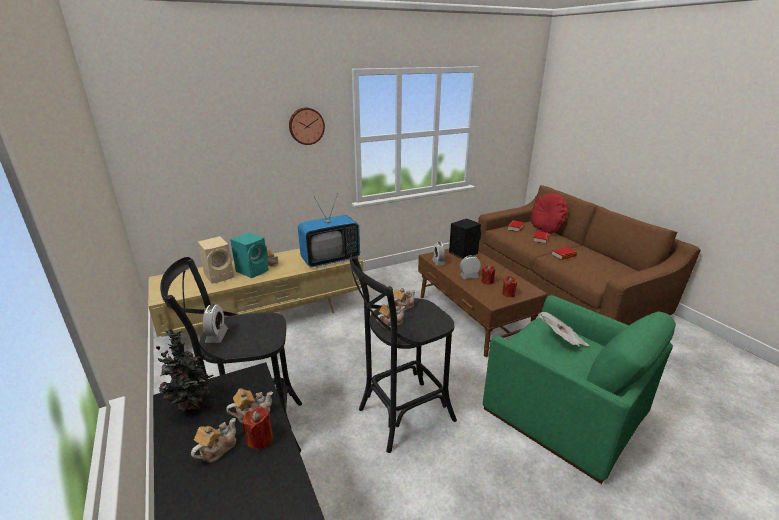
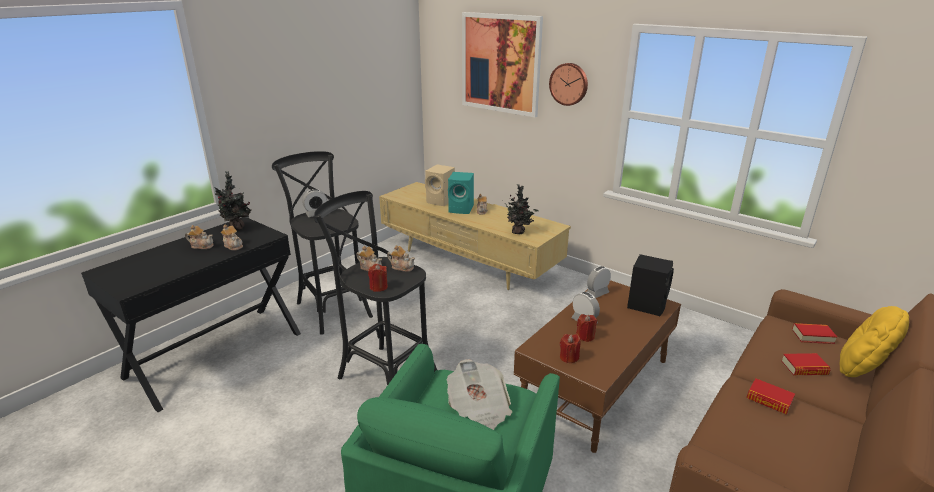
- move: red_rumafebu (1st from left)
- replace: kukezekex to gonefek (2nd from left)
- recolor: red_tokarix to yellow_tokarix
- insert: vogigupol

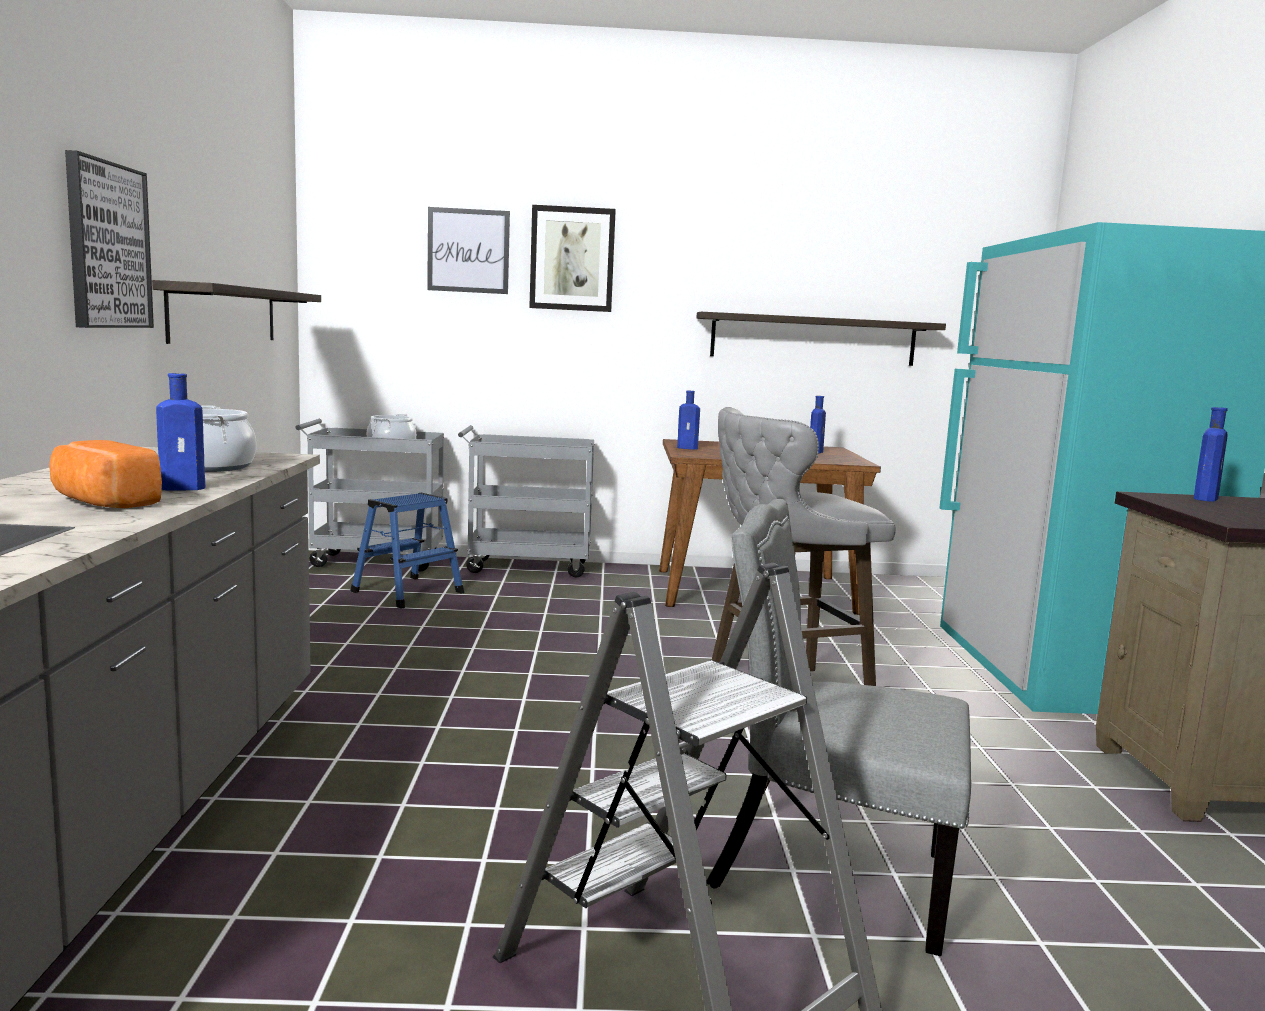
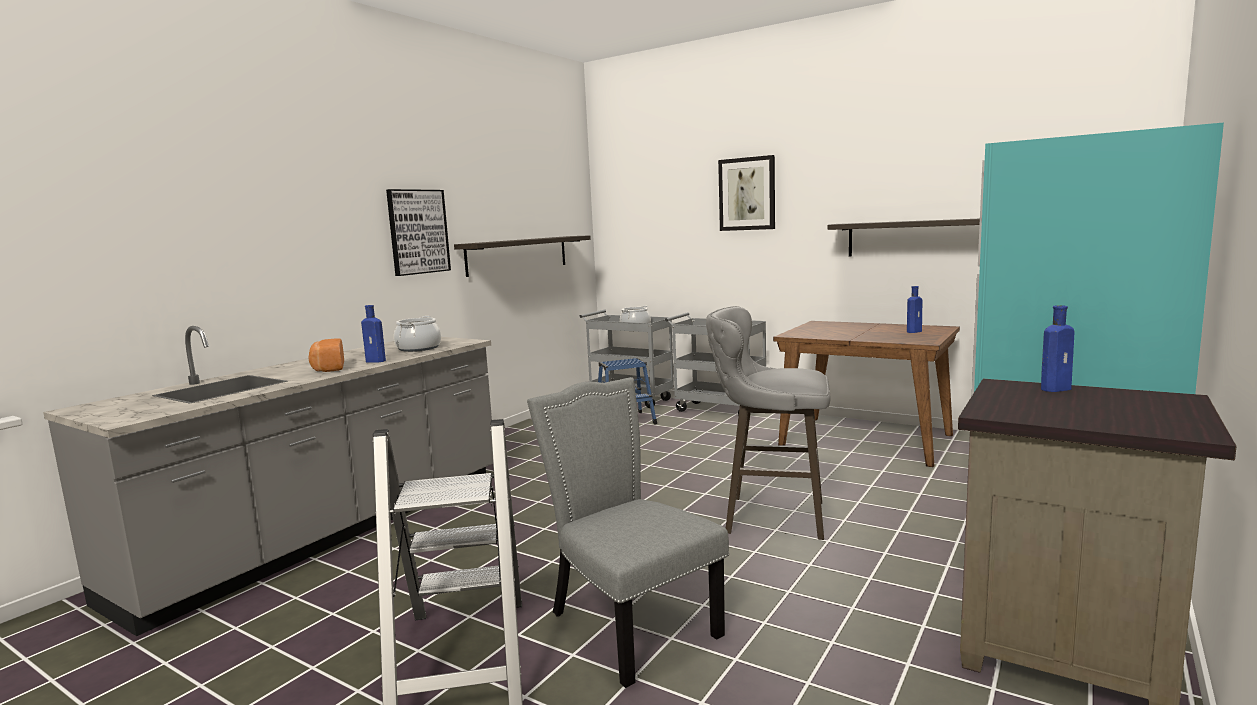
- delete: vogigupol (2nd from left)
- delete: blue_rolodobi (2nd from left)

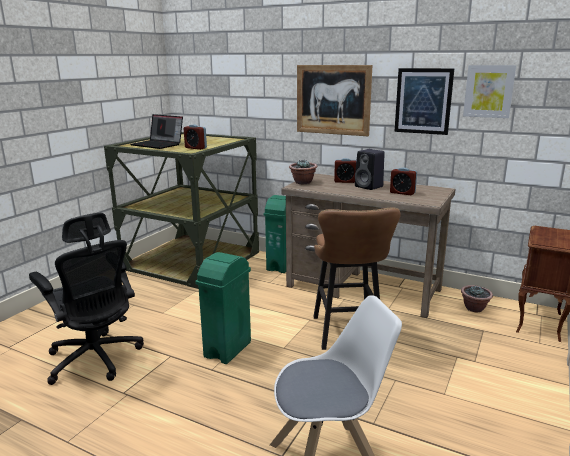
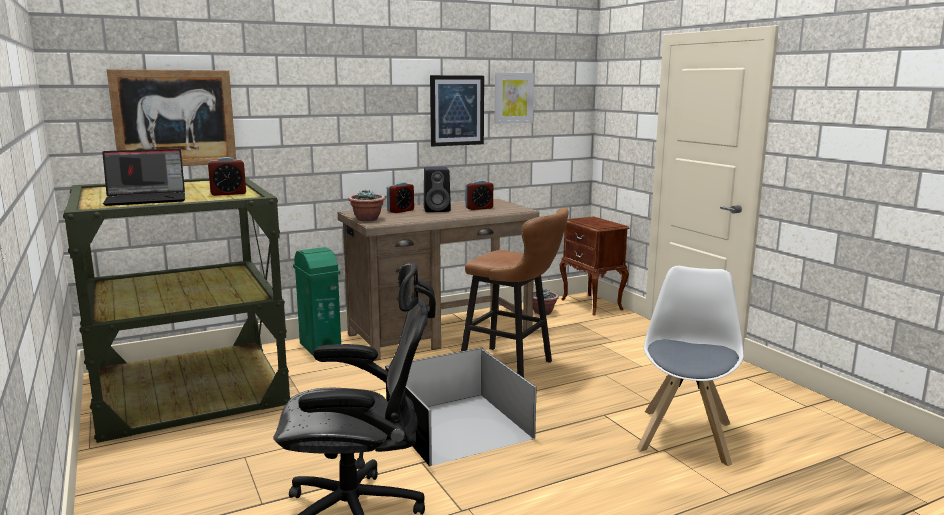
- replace: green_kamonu (1st from left) to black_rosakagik
- move: vogigupol (1st from left)

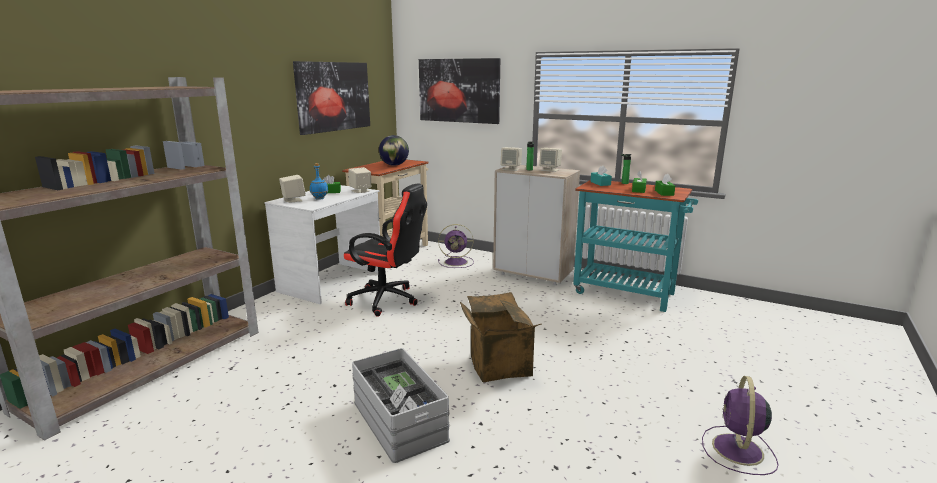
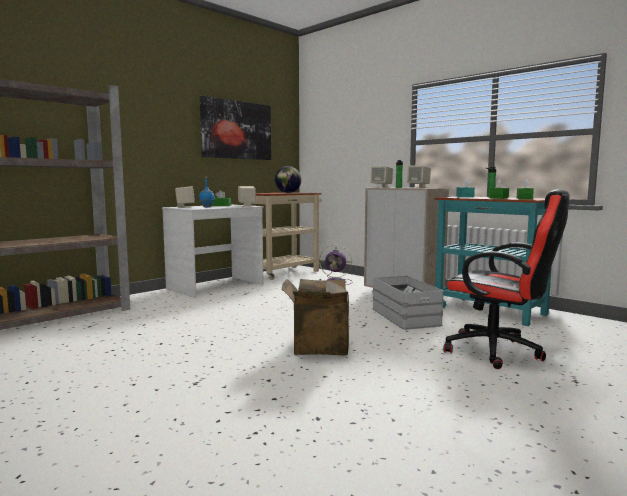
- move: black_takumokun
- move: grey_rosakagik
- delete: vogigupol (2nd from left)
- delete: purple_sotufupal (2nd from left)

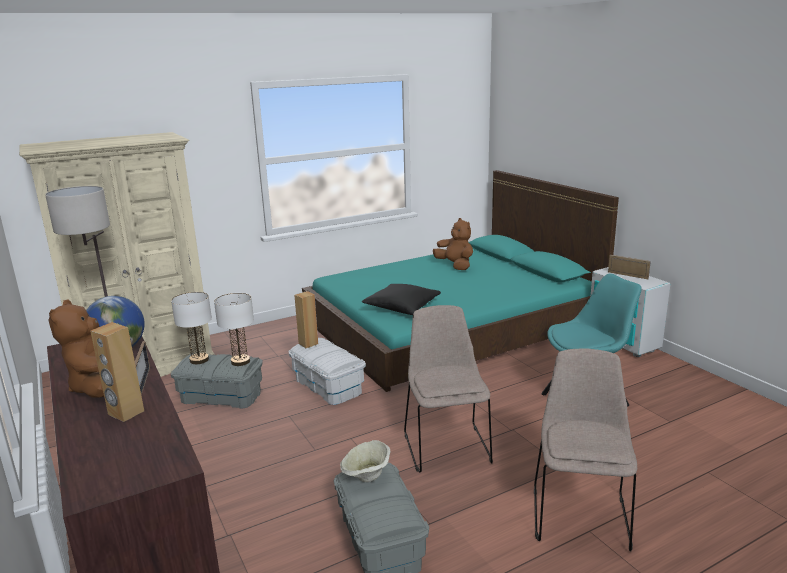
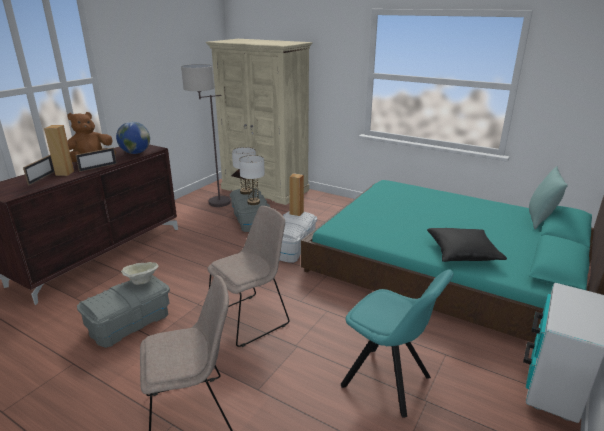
- move: black_tokarix
- delete: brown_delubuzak (2nd from left)
- move: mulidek (2nd from left in the first image) to mulidek (1st from left)
- insert: turquoise_tokarix

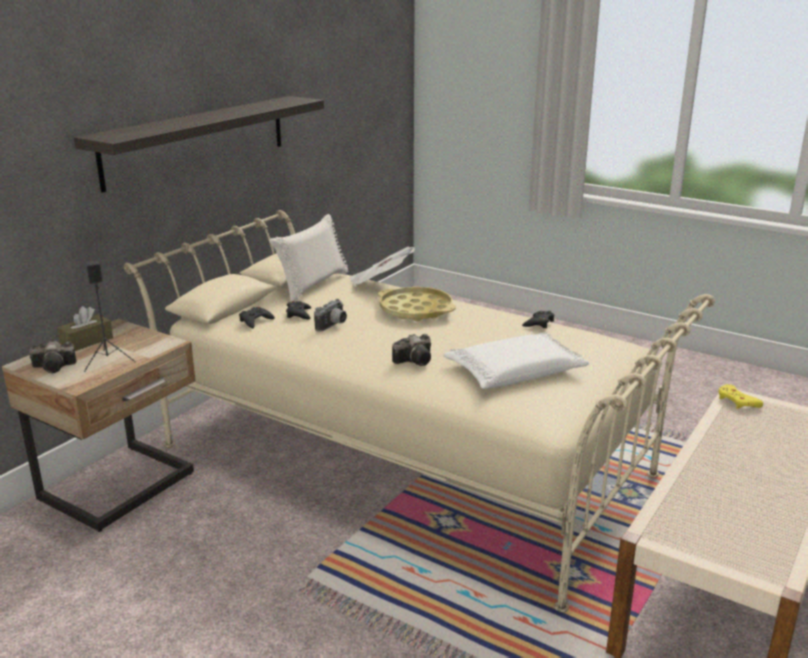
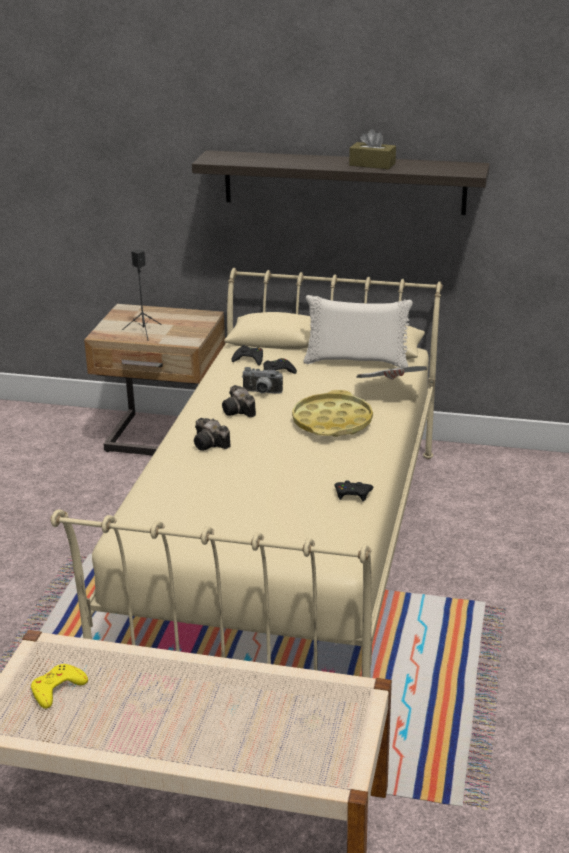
- move: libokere (1st from left in the first image) to libokere (2nd from left)
- move: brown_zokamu
- delete: white_tokarix (2nd from left)
- move: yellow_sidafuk

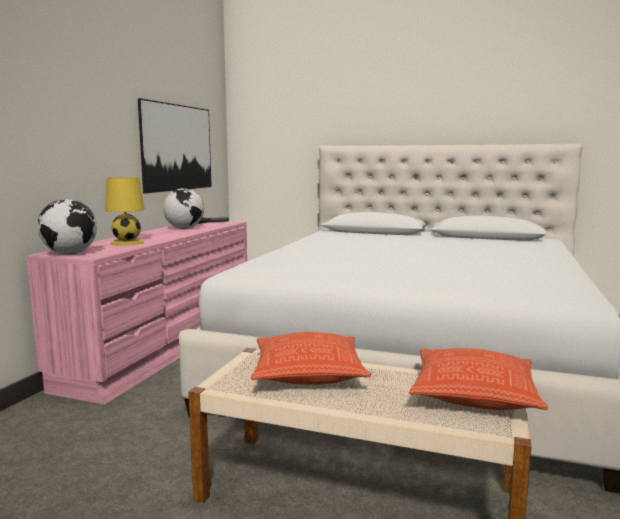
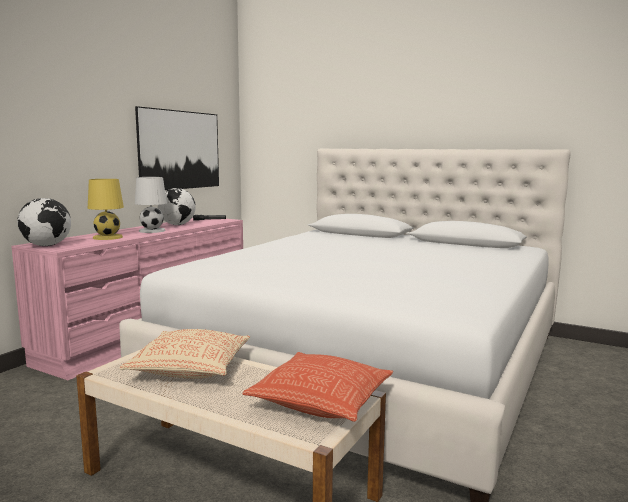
- recolor: orange_tokarix (1st from left) to beige_tokarix
- insert: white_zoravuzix

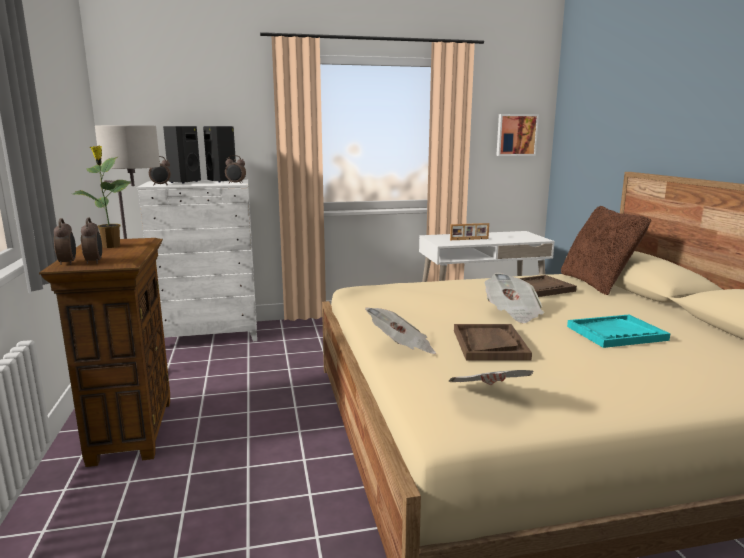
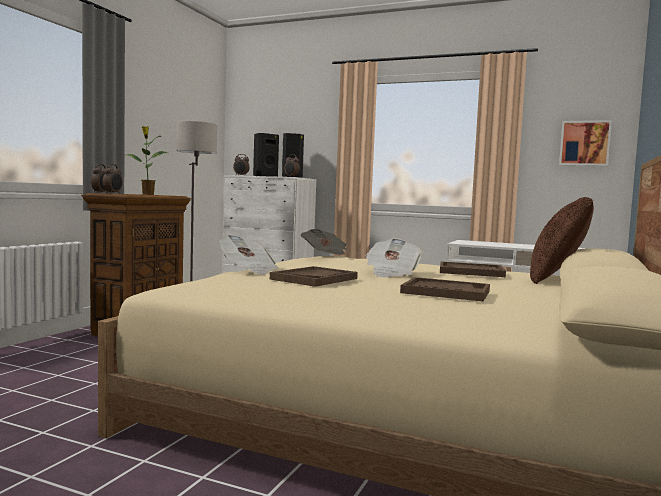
- move: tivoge (2nd from left)
- delete: mulidek
- recolor: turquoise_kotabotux to brown_kotabotux (2nd from left)

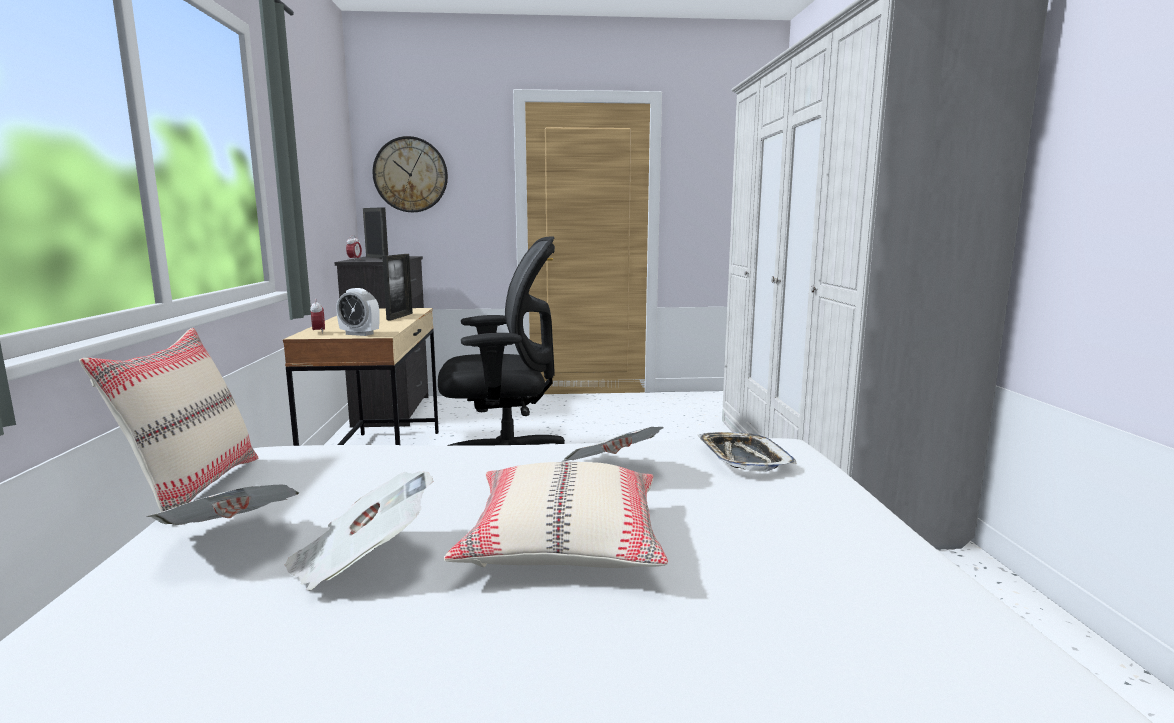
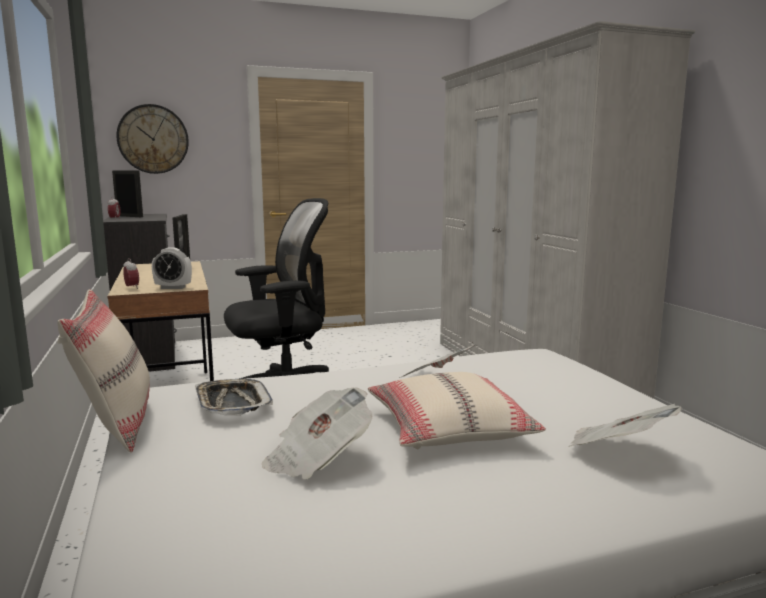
- move: tivoge (1st from left in the first image) to tivoge (3rd from left)
- move: kotabotux

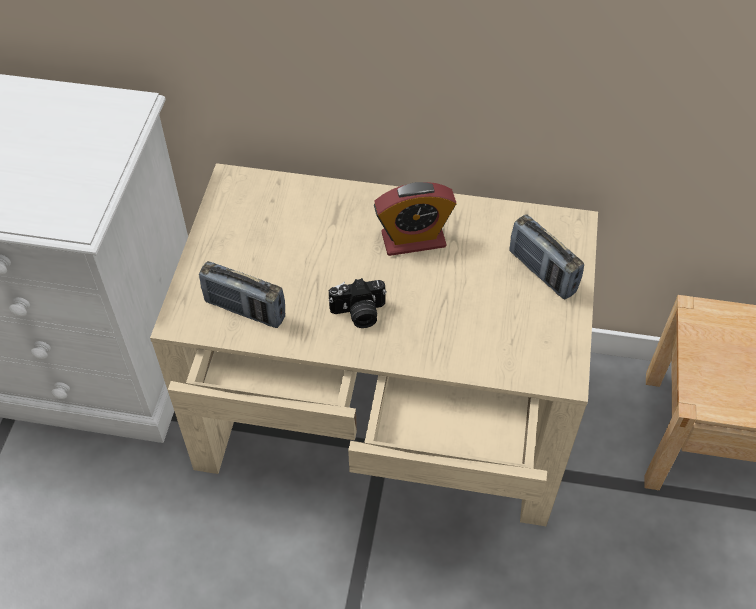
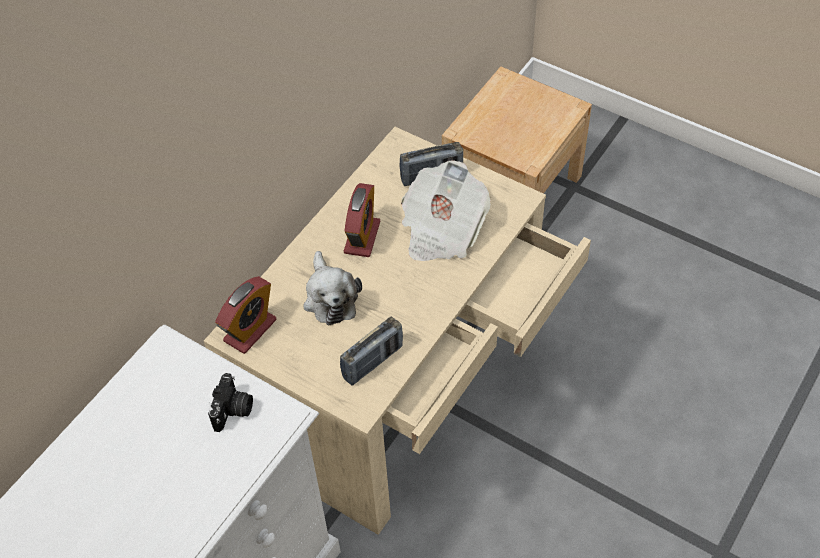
- move: libokere
- insert: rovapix (1st from left)
- insert: delubuzak
- insert: tivoge

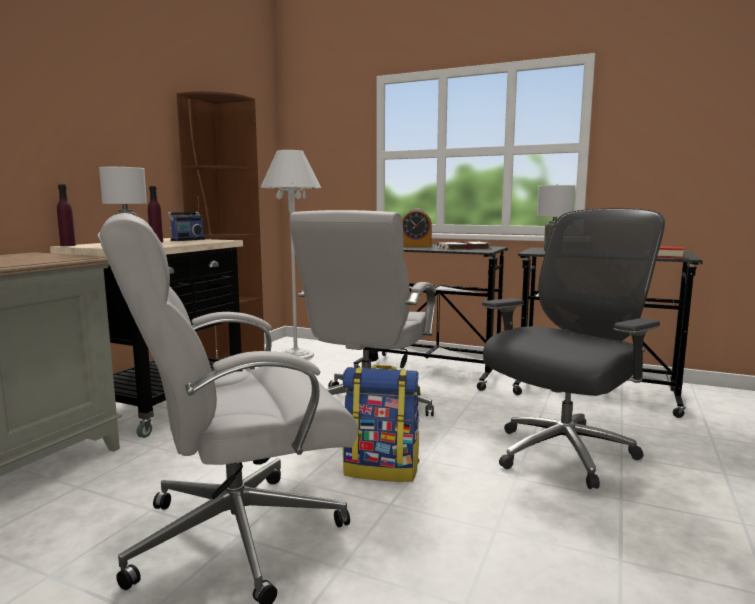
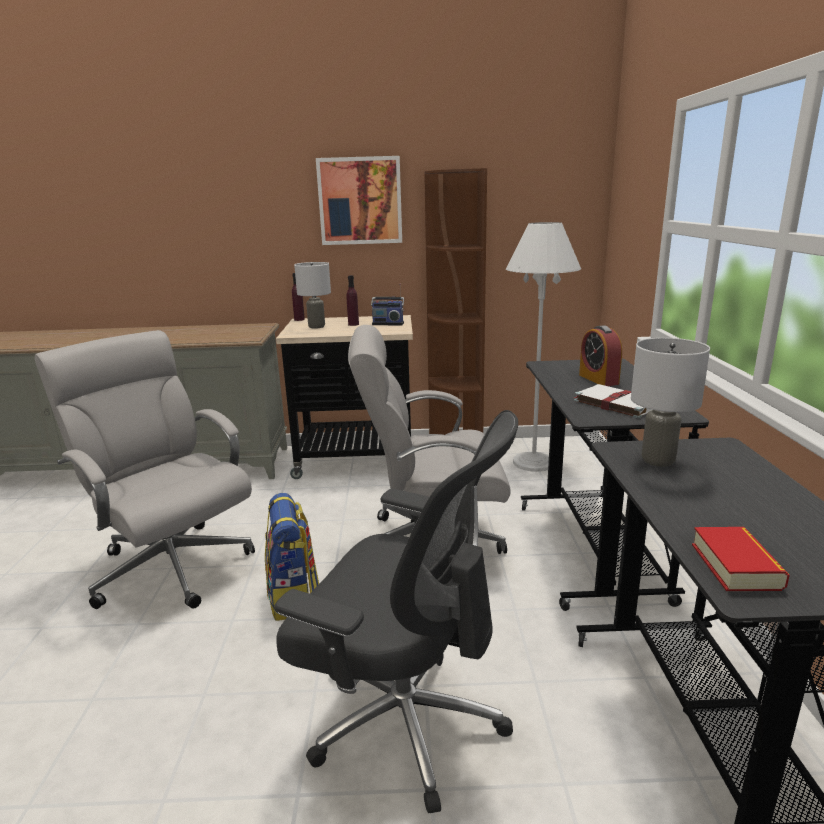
- insert: vogigupol

